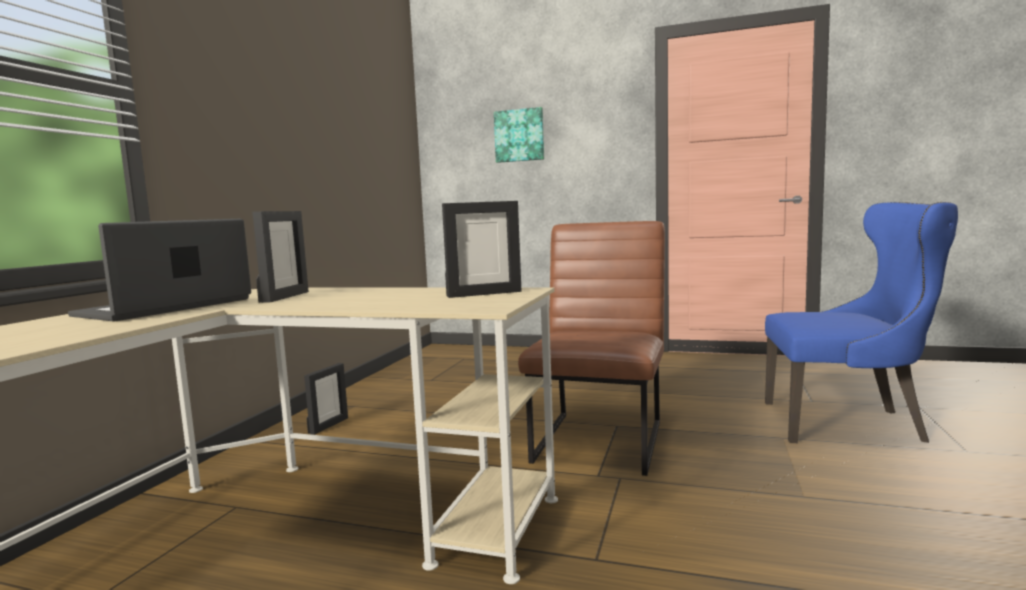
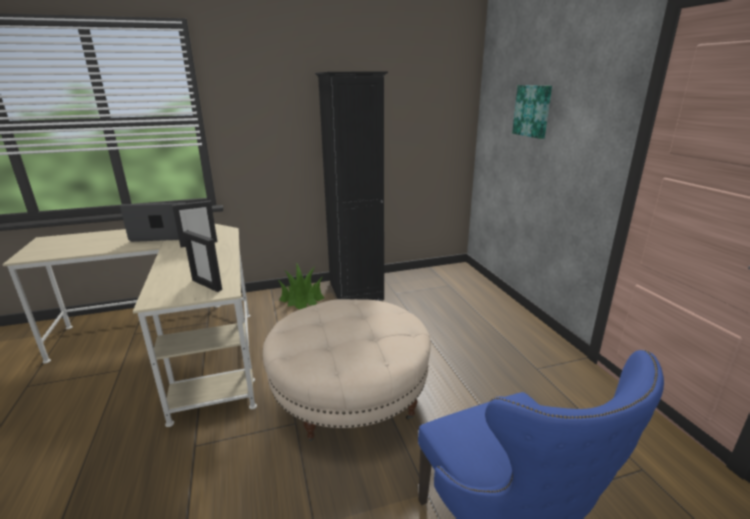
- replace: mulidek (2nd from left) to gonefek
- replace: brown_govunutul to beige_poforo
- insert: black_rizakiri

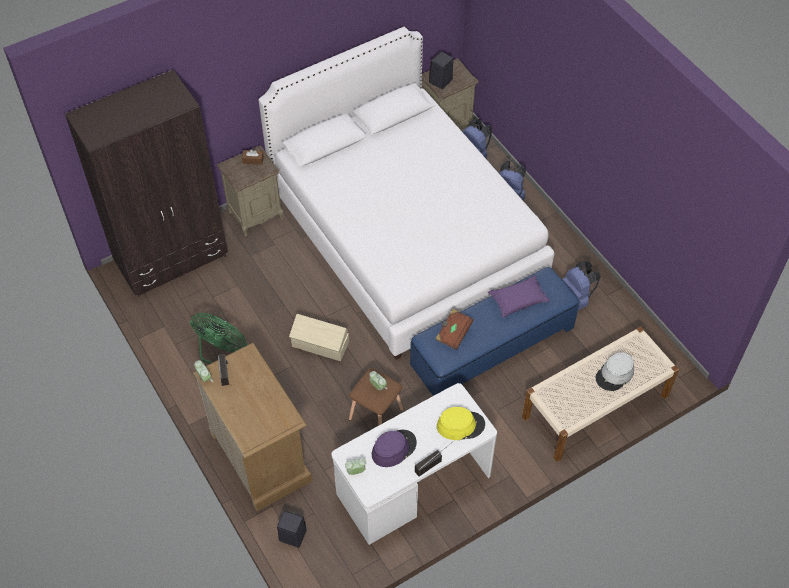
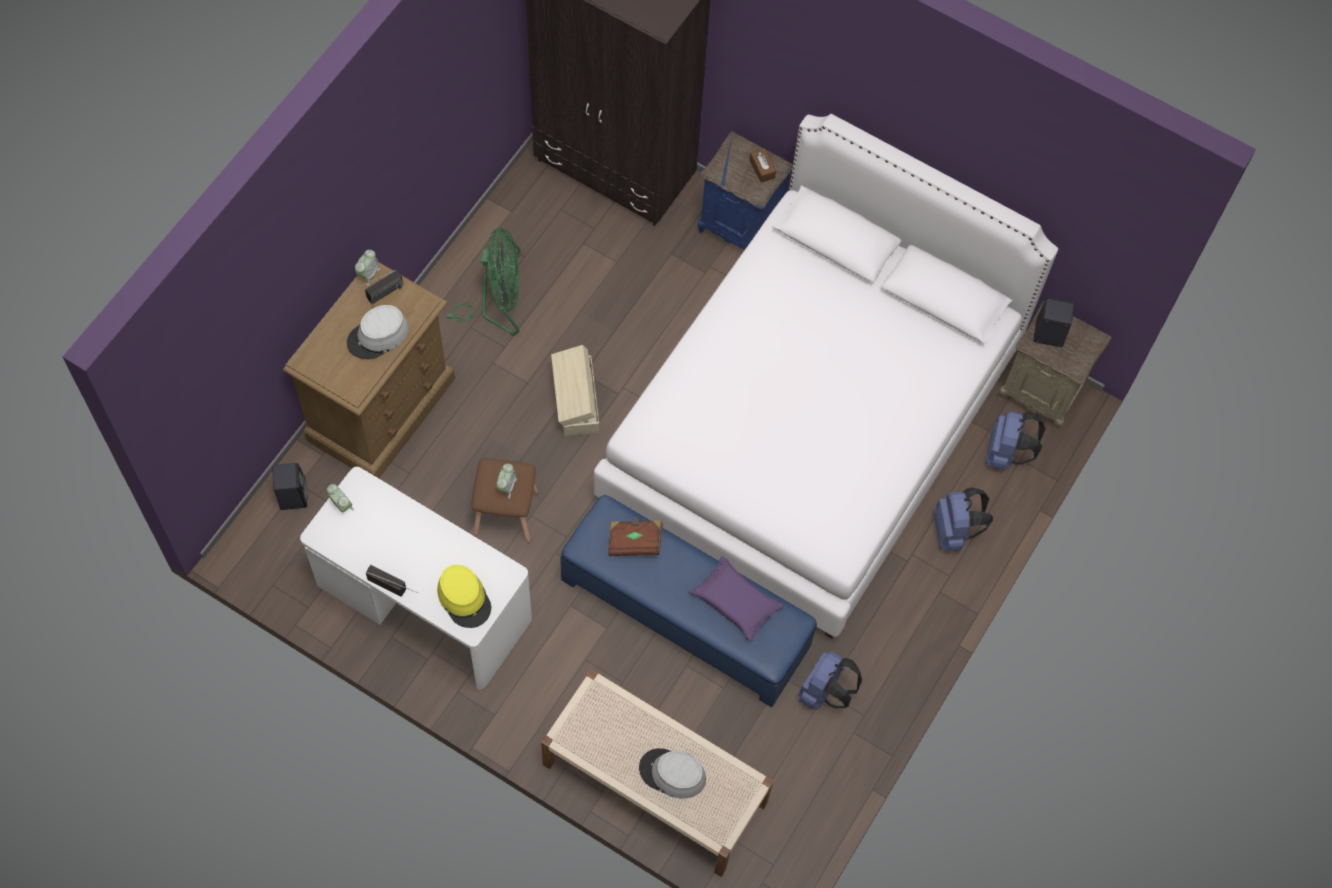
- recolor: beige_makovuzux (1st from left) to blue_makovuzux
- delete: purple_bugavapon
- insert: grey_bugavapon (1st from left)

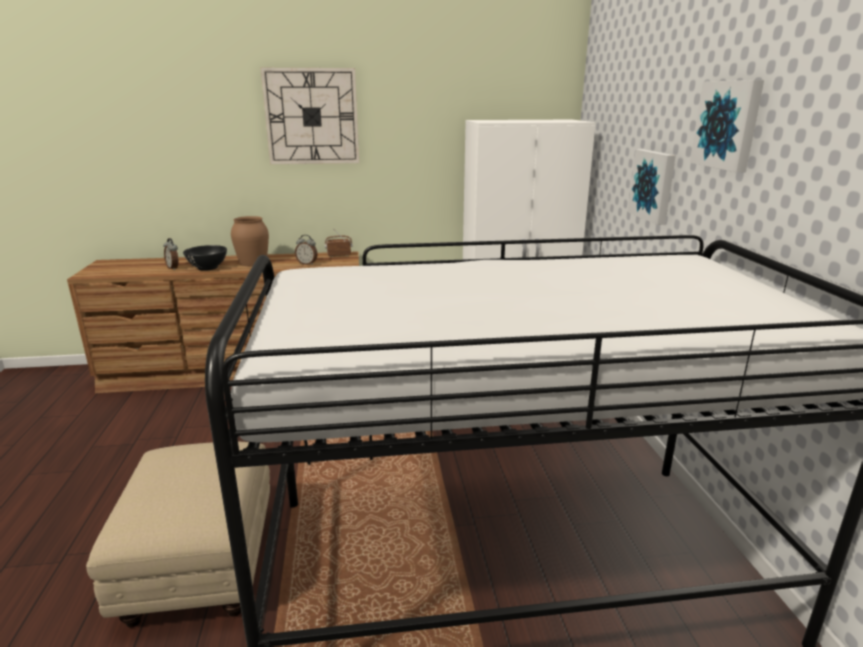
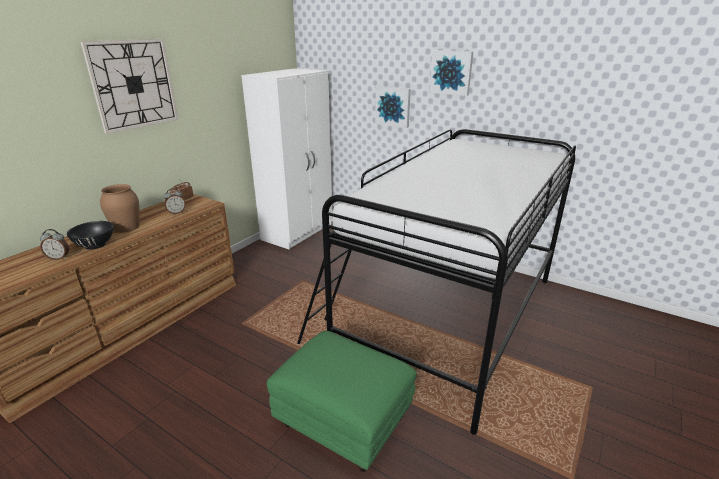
- recolor: beige_poforo to green_poforo

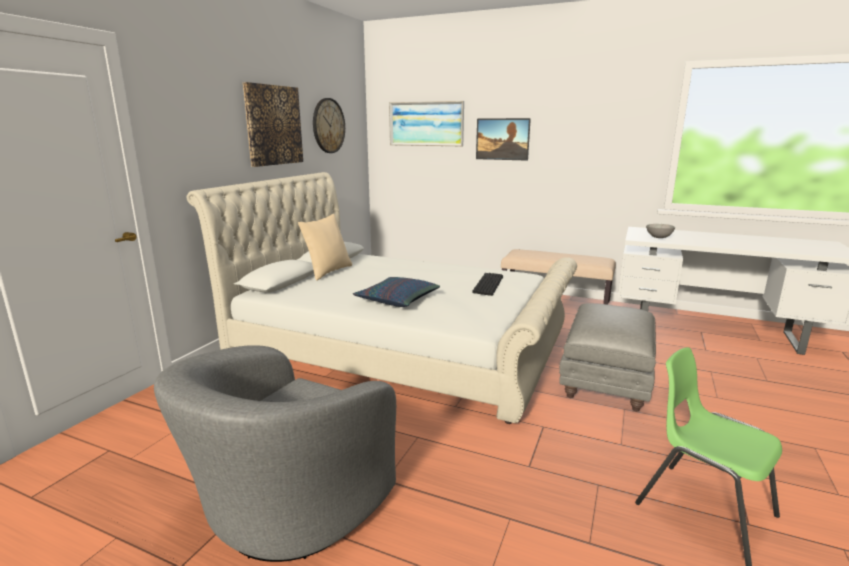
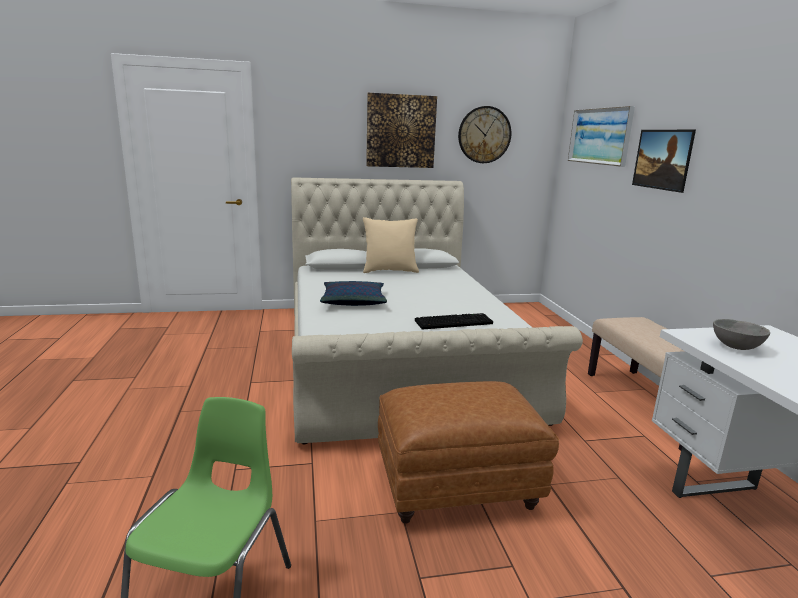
- delete: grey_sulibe
- recolor: grey_poforo to brown_poforo

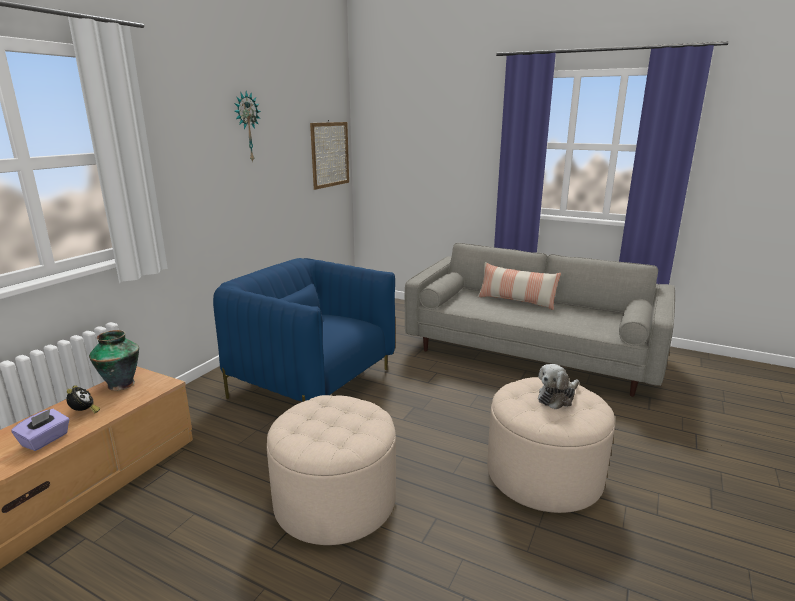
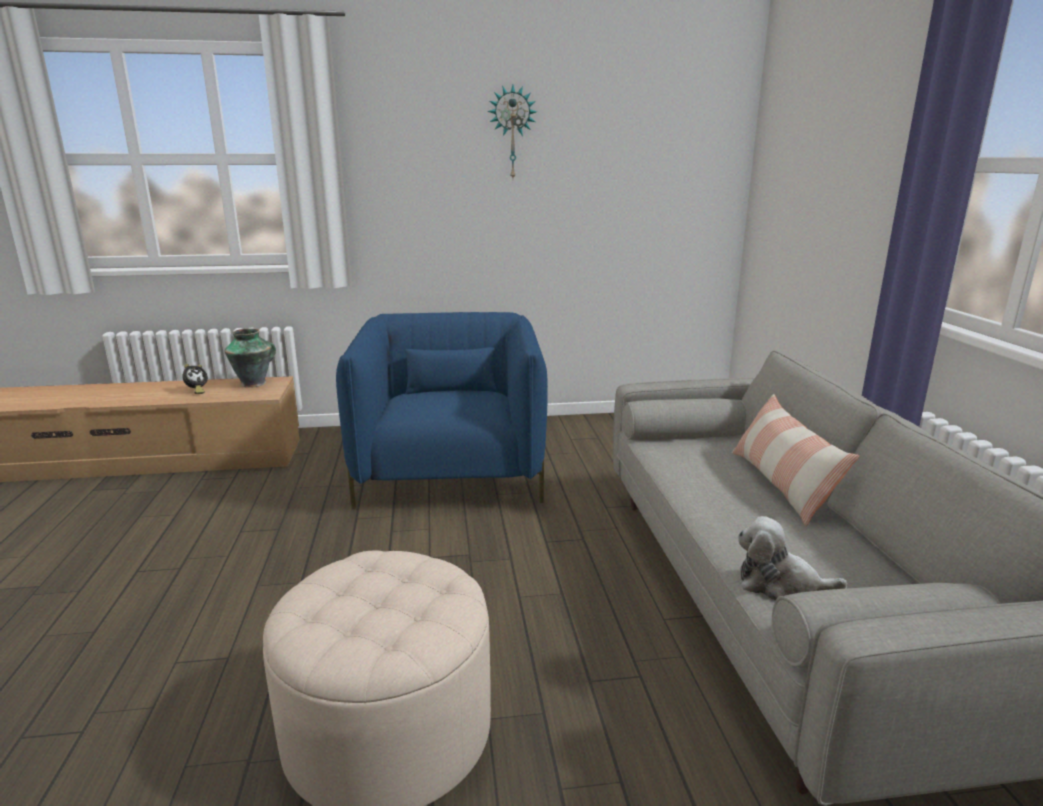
- delete: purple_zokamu
- delete: beige_poforo (1st from left)
- delete: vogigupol
- move: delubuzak

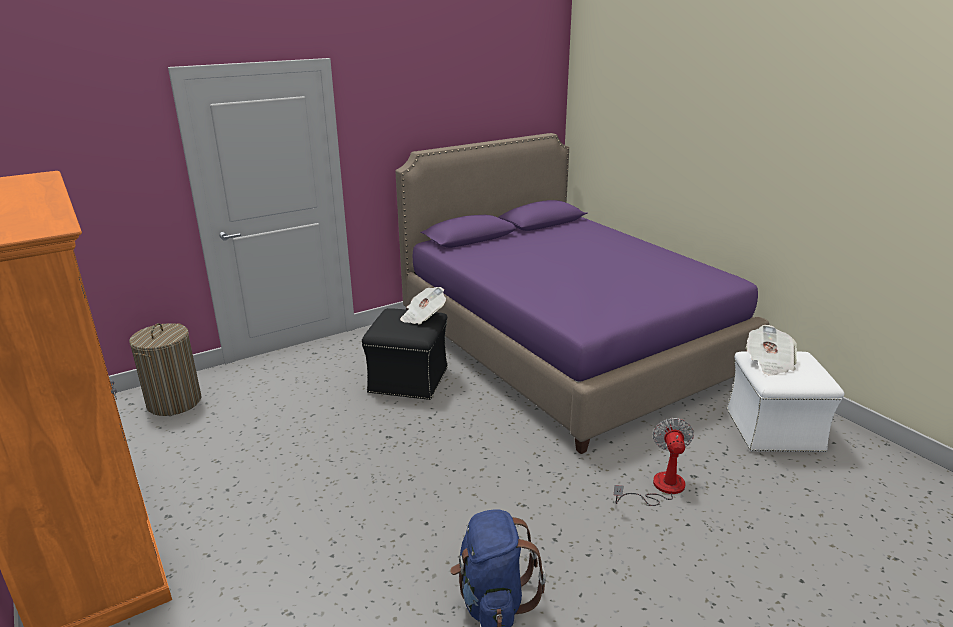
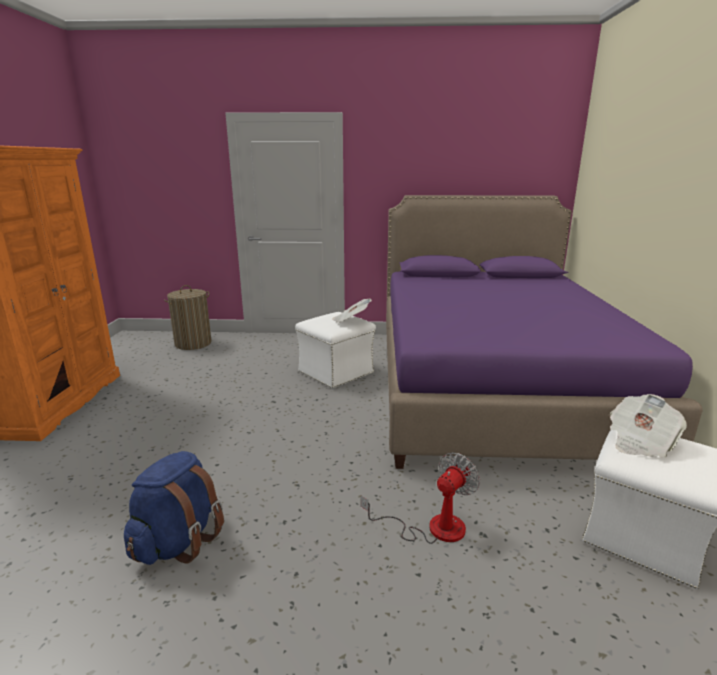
- recolor: black_poforo to white_poforo (1st from left)

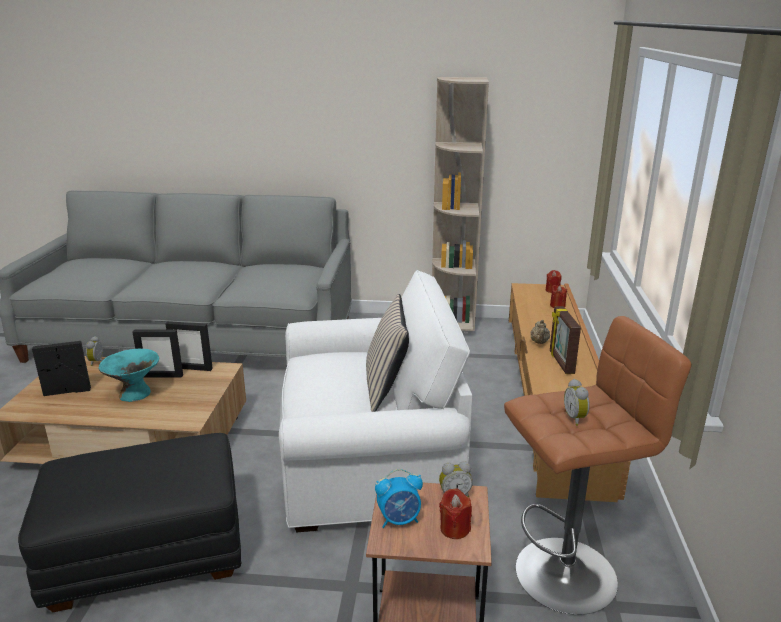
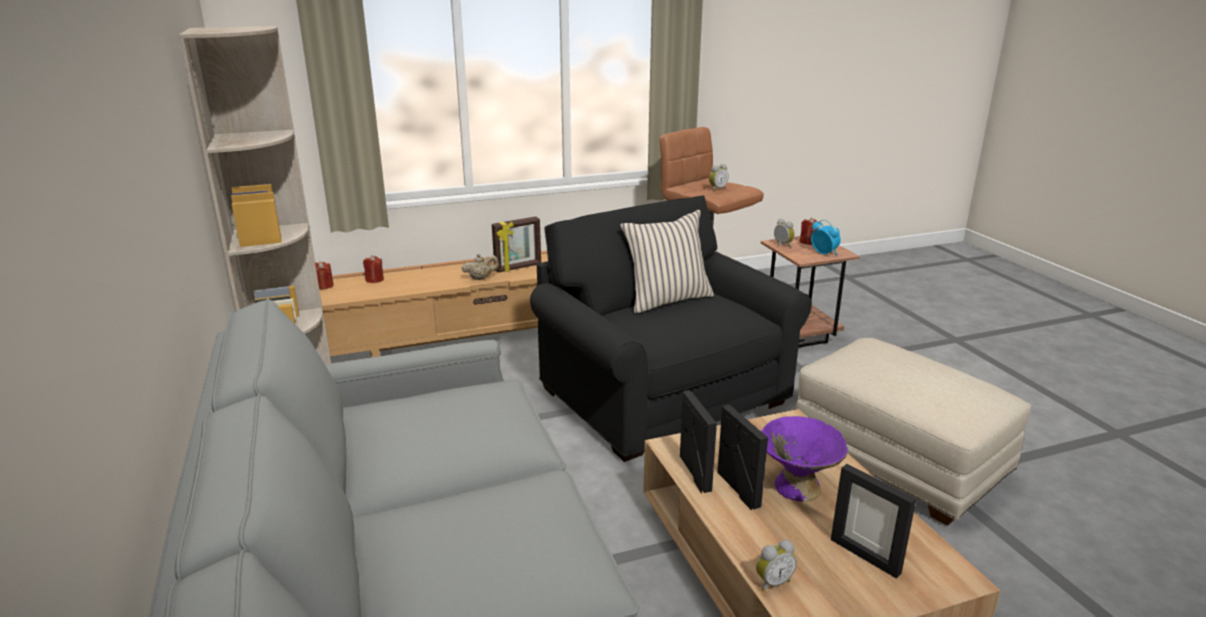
- recolor: black_poforo to beige_poforo
- recolor: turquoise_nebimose to purple_nebimose
- recolor: white_sulibe to black_sulibe

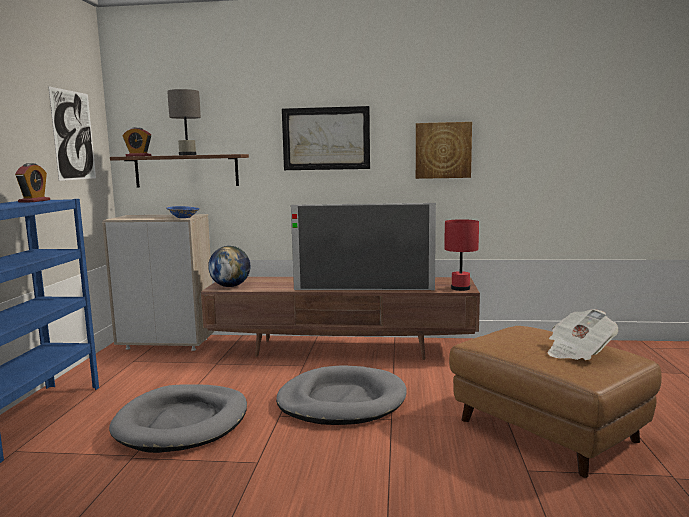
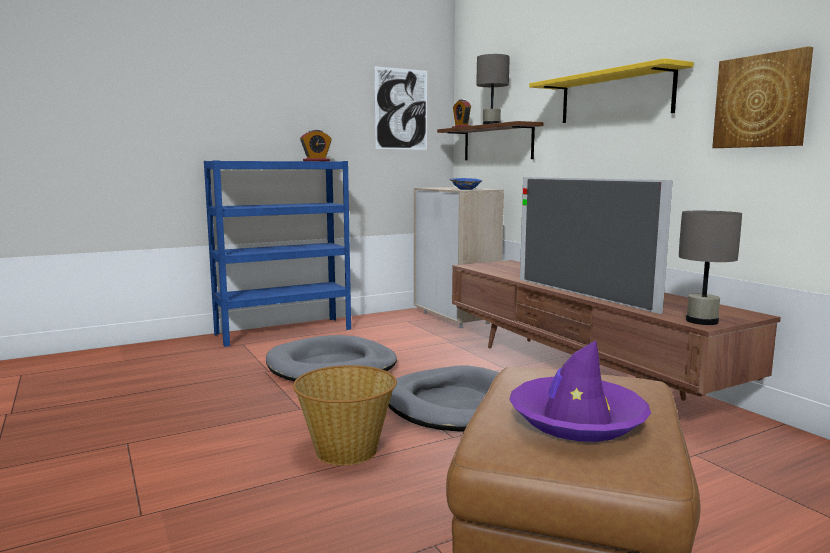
- delete: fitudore
- replace: vogigupol (2nd from left) to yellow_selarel
- recolor: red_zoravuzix to grey_zoravuzix (2nd from left)
- replace: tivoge to purple_bugavapon
- insert: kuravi

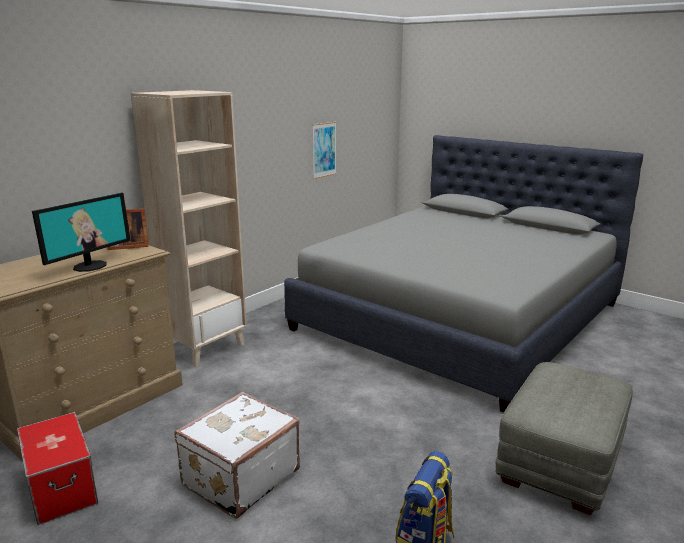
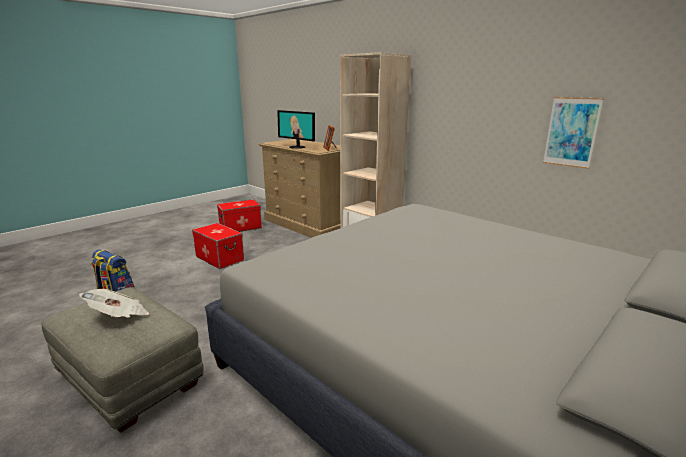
- replace: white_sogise to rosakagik (1st from left)
- insert: tivoge

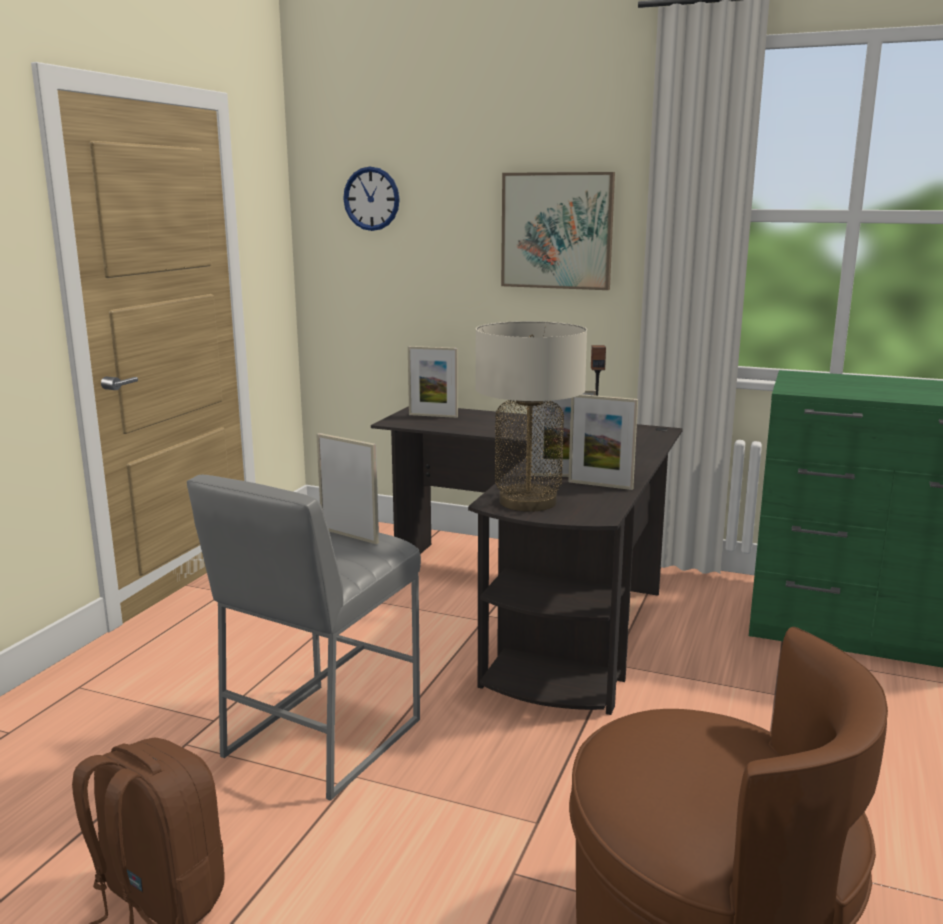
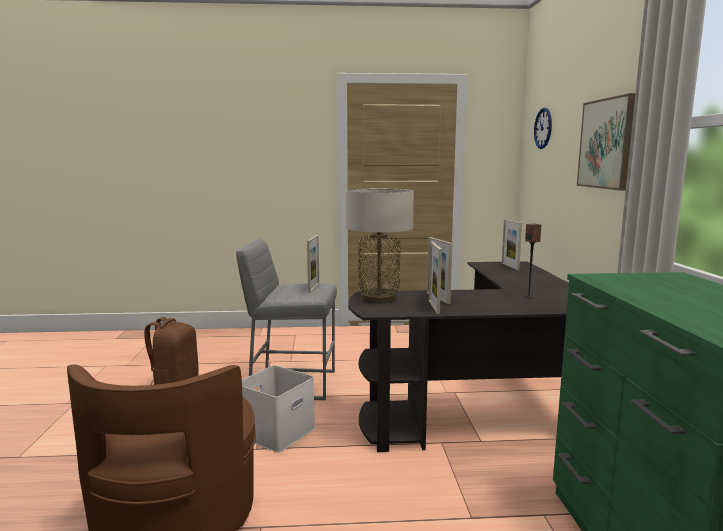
- insert: white_rosakagik

